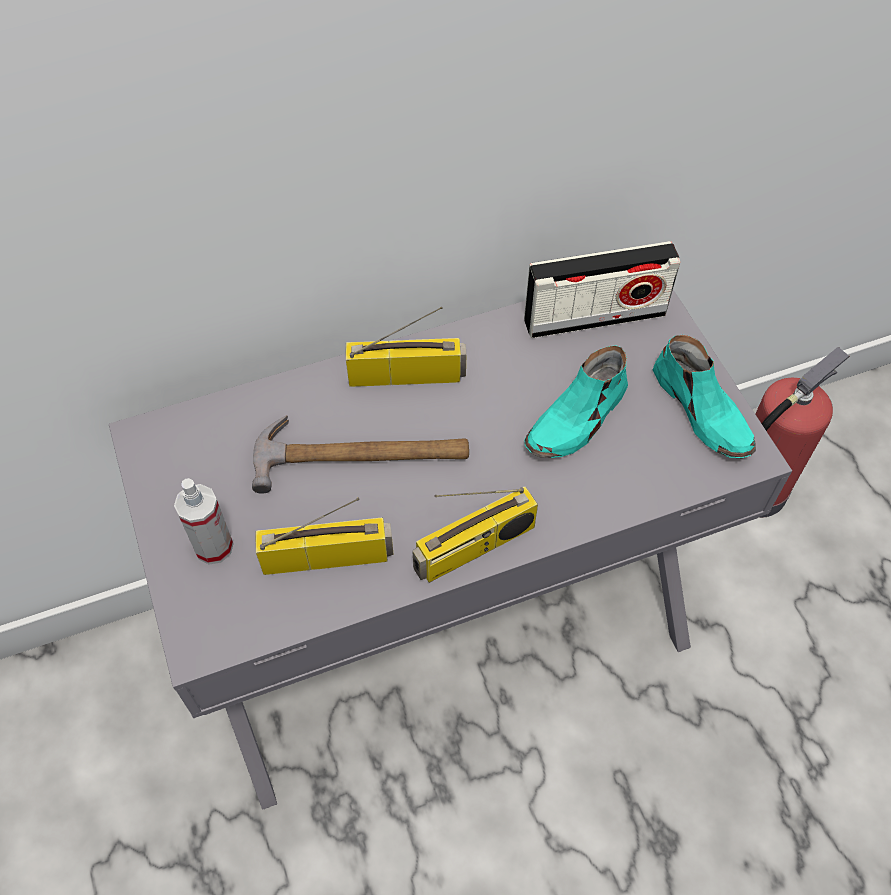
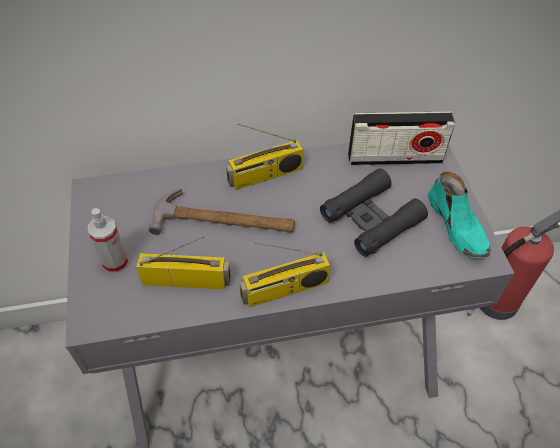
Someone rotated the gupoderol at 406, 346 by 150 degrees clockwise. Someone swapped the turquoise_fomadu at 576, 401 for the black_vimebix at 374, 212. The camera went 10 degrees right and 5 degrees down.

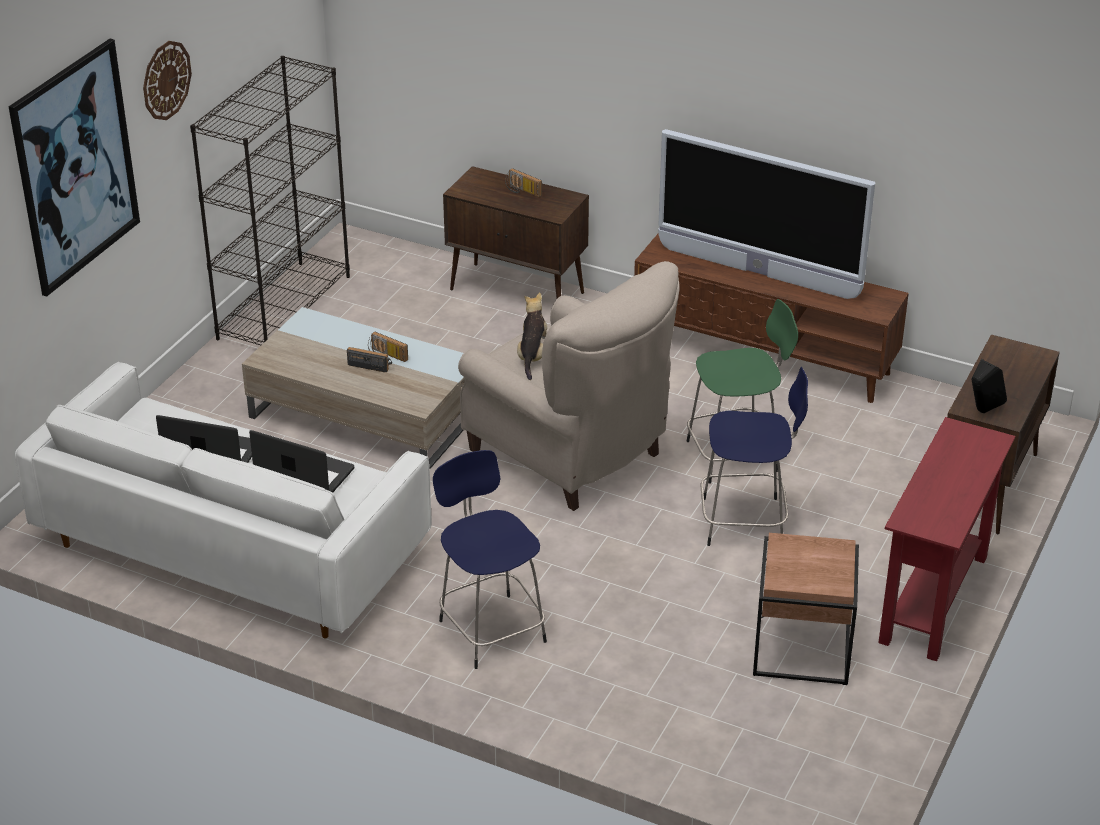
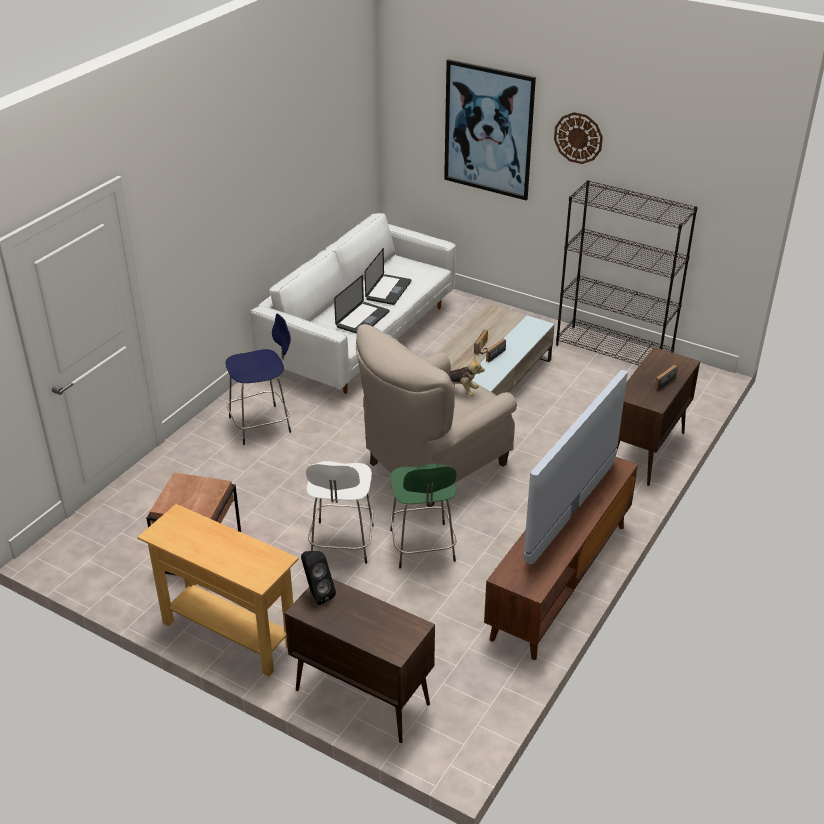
Someone repainted the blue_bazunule at 754, 456, which became the white_bazunule at 340, 512. Someone repainted the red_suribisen at 946, 539, which became the beige_suribisen at 218, 590. The camera went 95 degrees right and 0 degrees up.

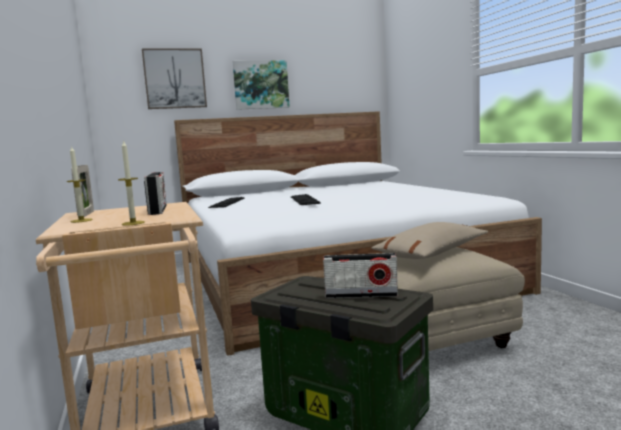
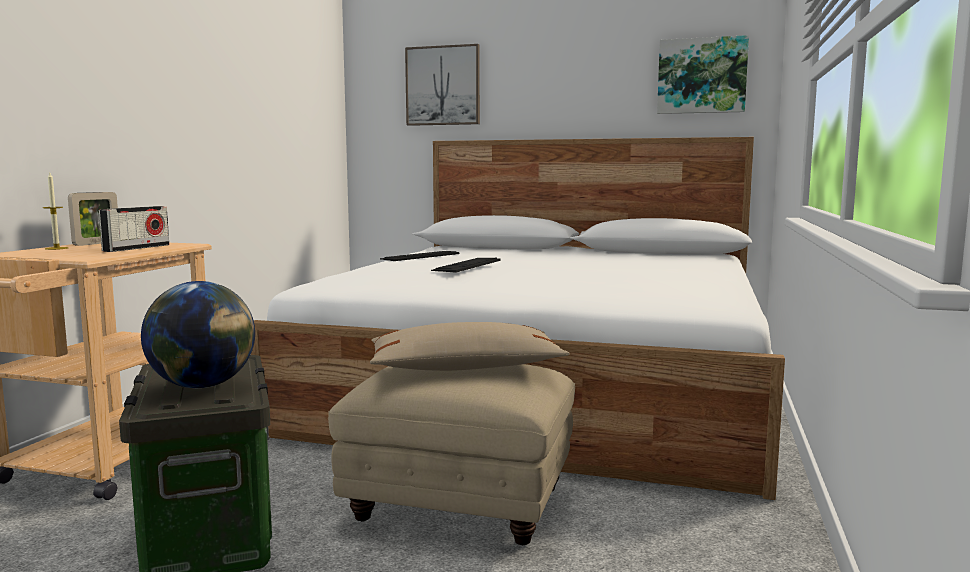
Someone carried the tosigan from 261, 85 to 703, 74. Someone took away the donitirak at 131, 183. Someone swapped the gupoderol at 360, 275 for the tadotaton at 198, 334. The camera went 35 degrees right and 0 degrees up.

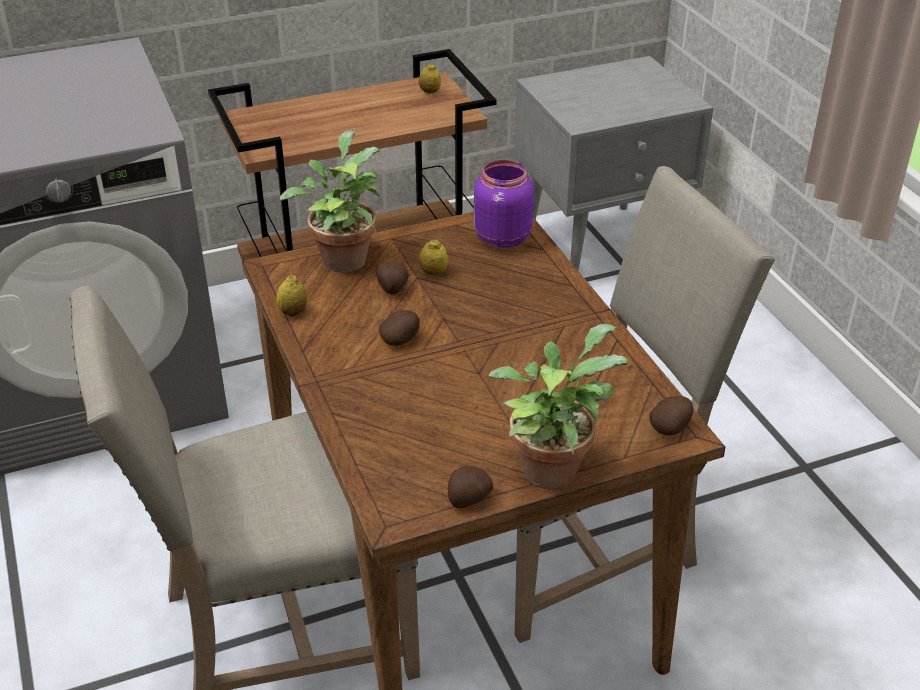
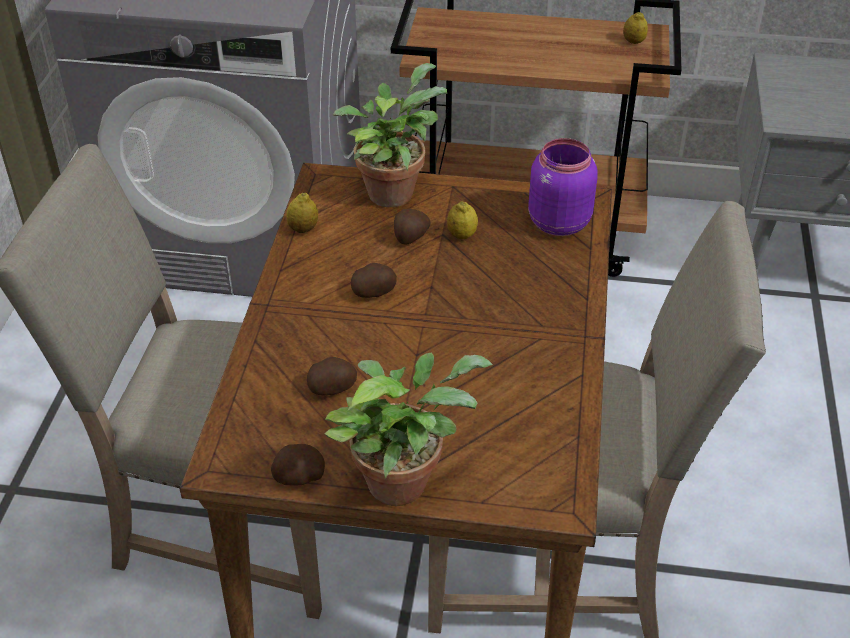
Someone carried the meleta from 671, 415 to 332, 376. The camera went 30 degrees right and 5 degrees up.

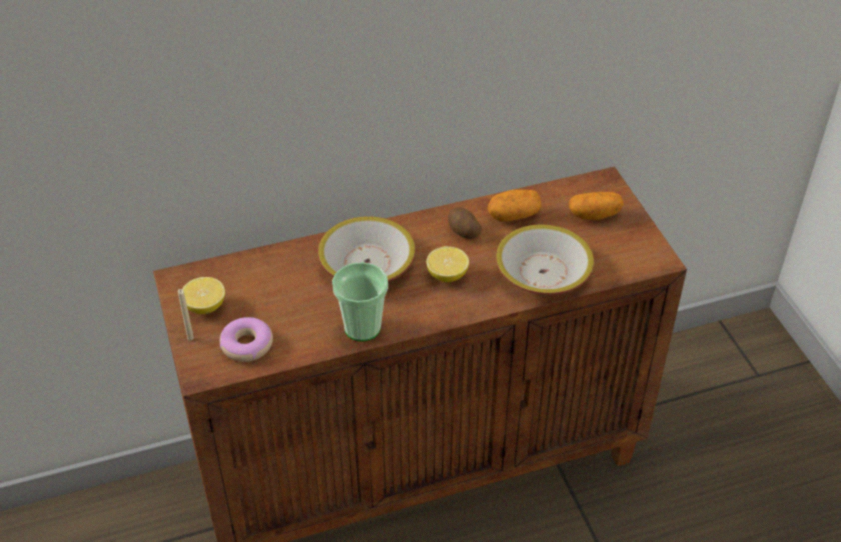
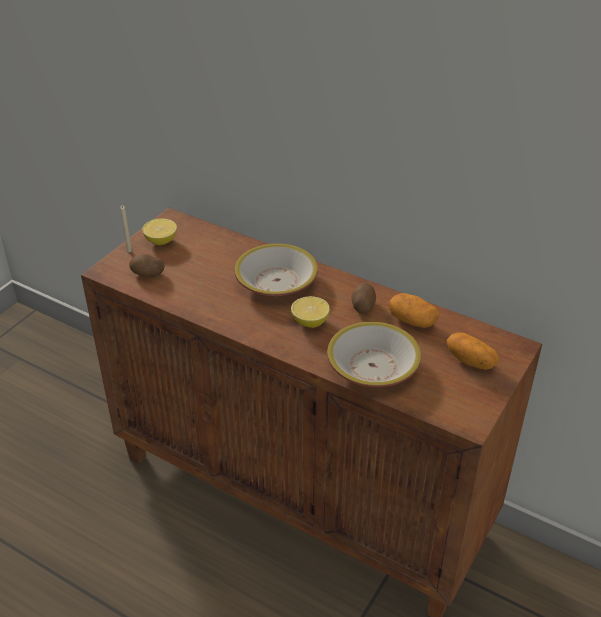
Someone took away the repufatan at 360, 302. Someone swapped the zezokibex at 246, 339 for the meleta at 147, 265. The camera went 50 degrees right and 5 degrees down.

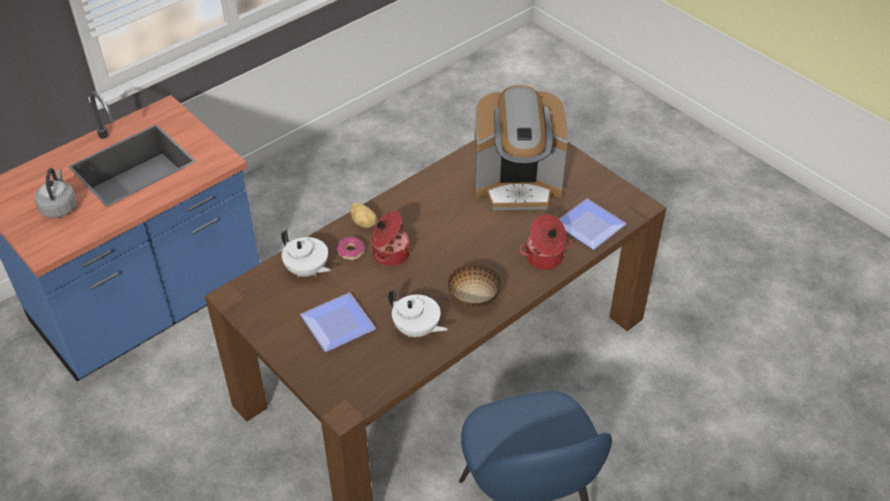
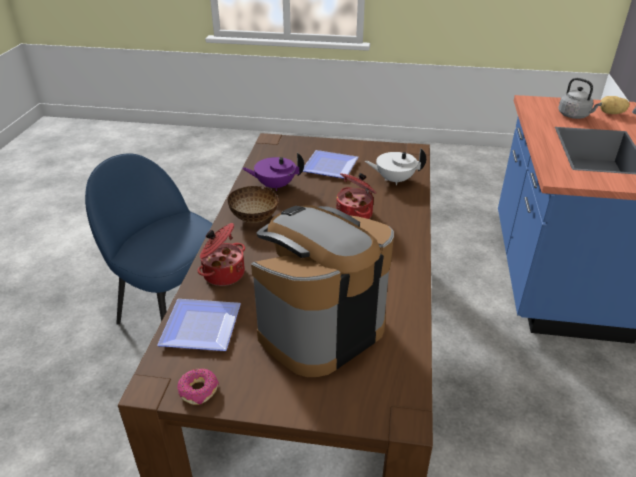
Someone carried the meleta from 364, 215 to 615, 105. Someone carried the zezokibex from 350, 248 to 198, 387. Someone repainted the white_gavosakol at 418, 313, which became the purple_gavosakol at 273, 172. The camera went 140 degrees right and 10 degrees down.

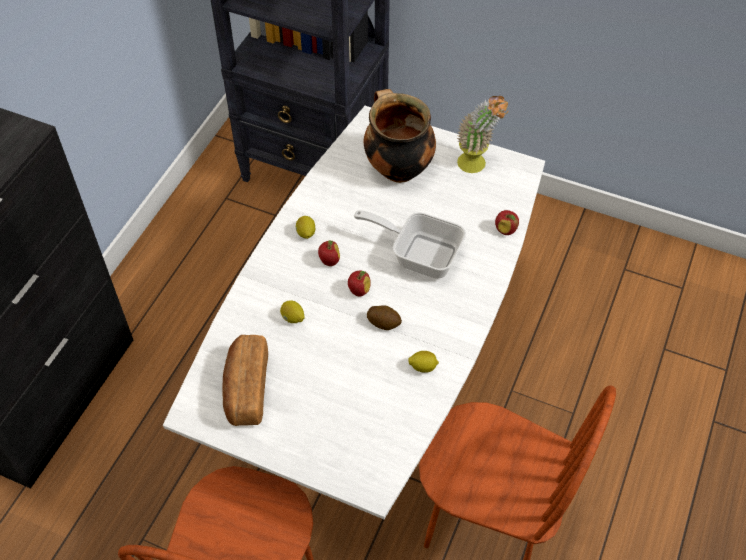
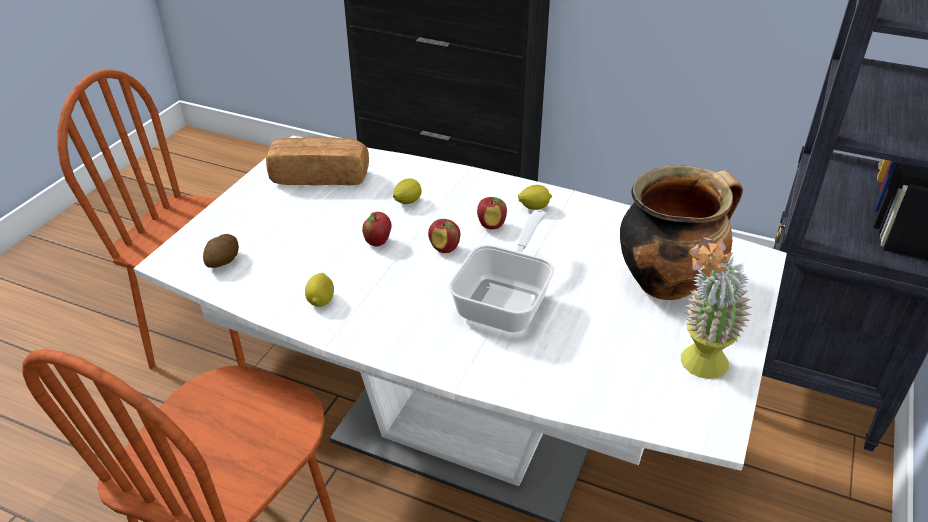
Someone carried the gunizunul from 507, 222 to 377, 229. Someone carried the meleta from 384, 317 to 221, 251. The camera went 90 degrees right and 15 degrees down.

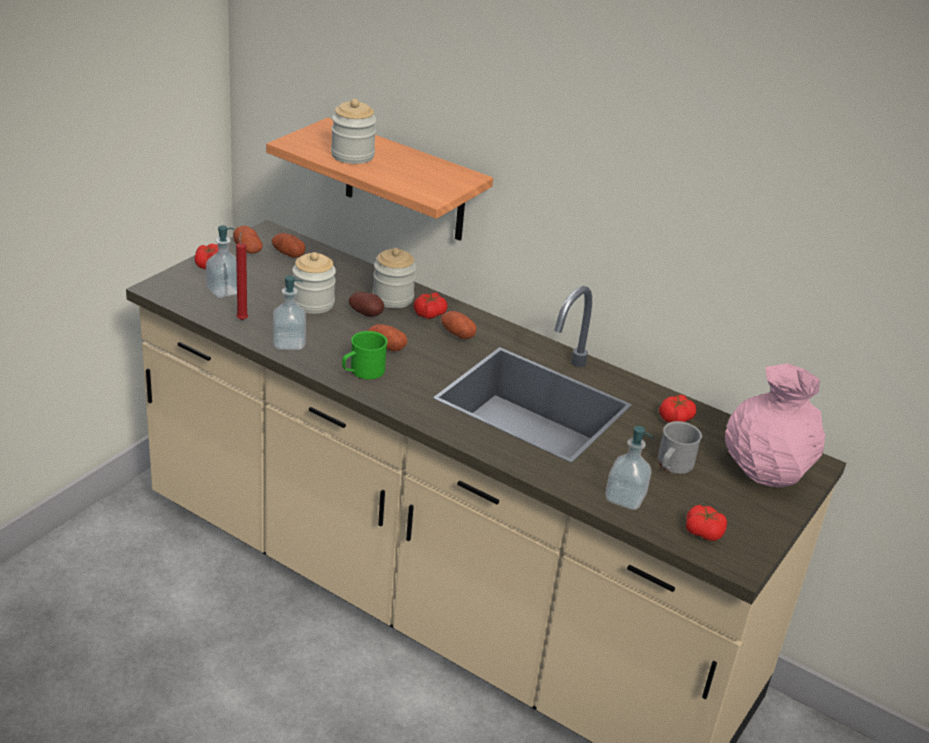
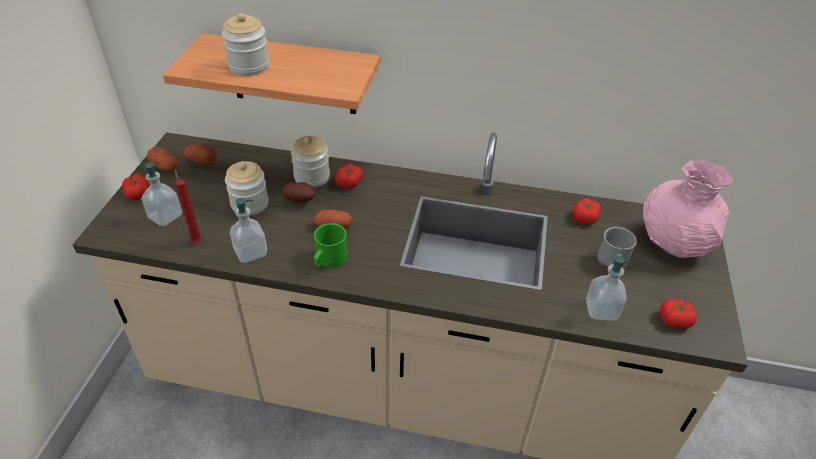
Someone took away the meleta at 459, 325. The camera went 20 degrees left and 10 degrees up.

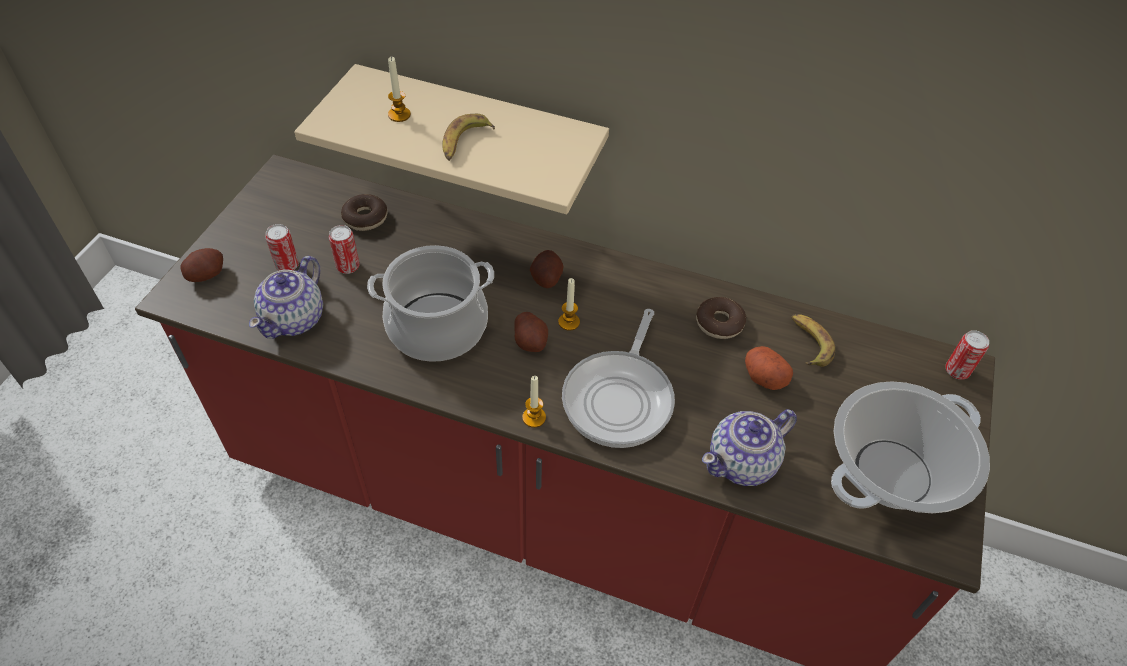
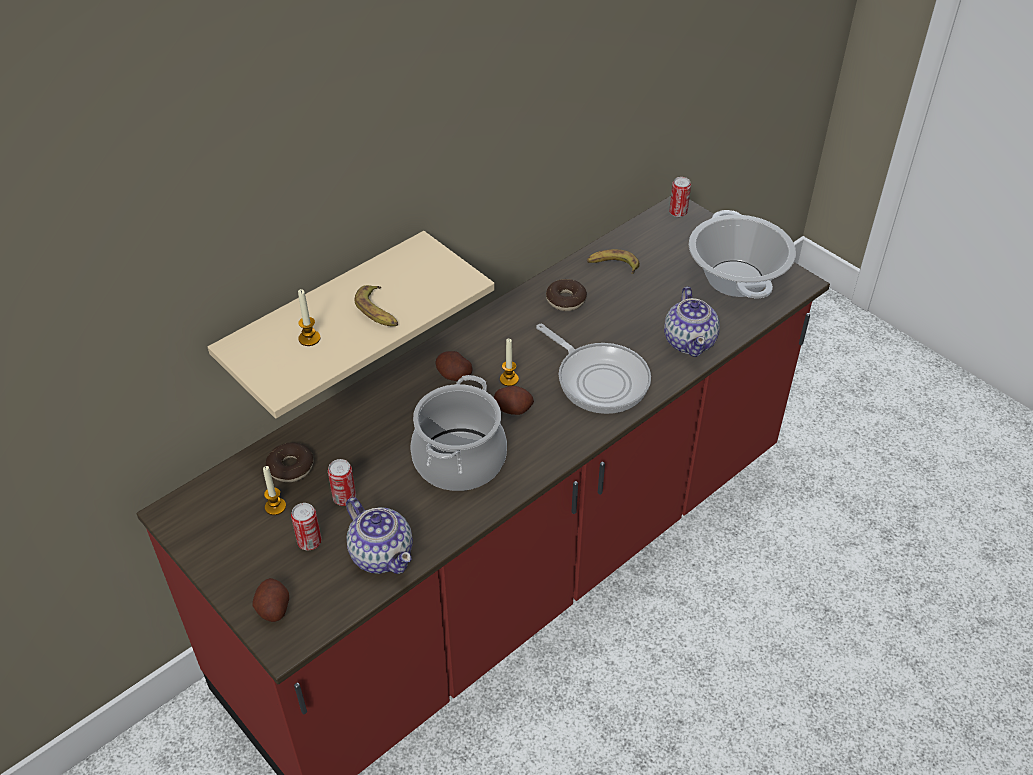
Someone took away the meleta at 769, 368. Someone carried the donitirak from 534, 402 to 274, 490. The camera went 60 degrees left and 5 degrees down.

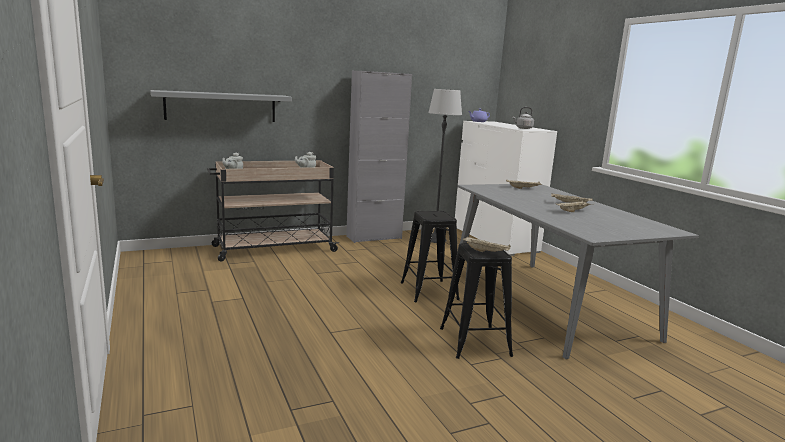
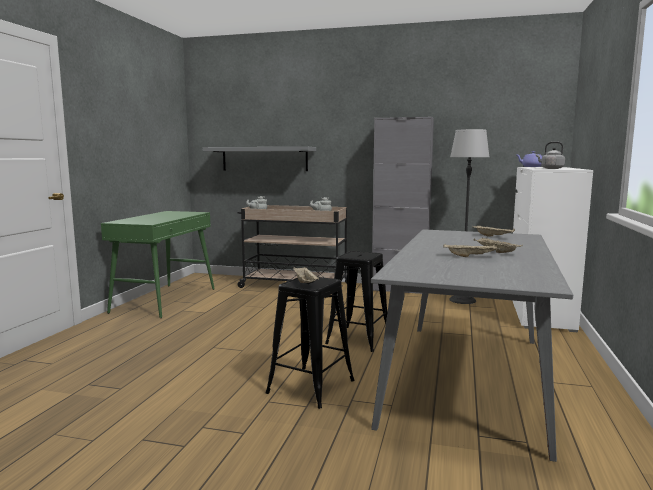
Someone put down the green_suribisen at 158, 264. The camera went 40 degrees right and 5 degrees down.

